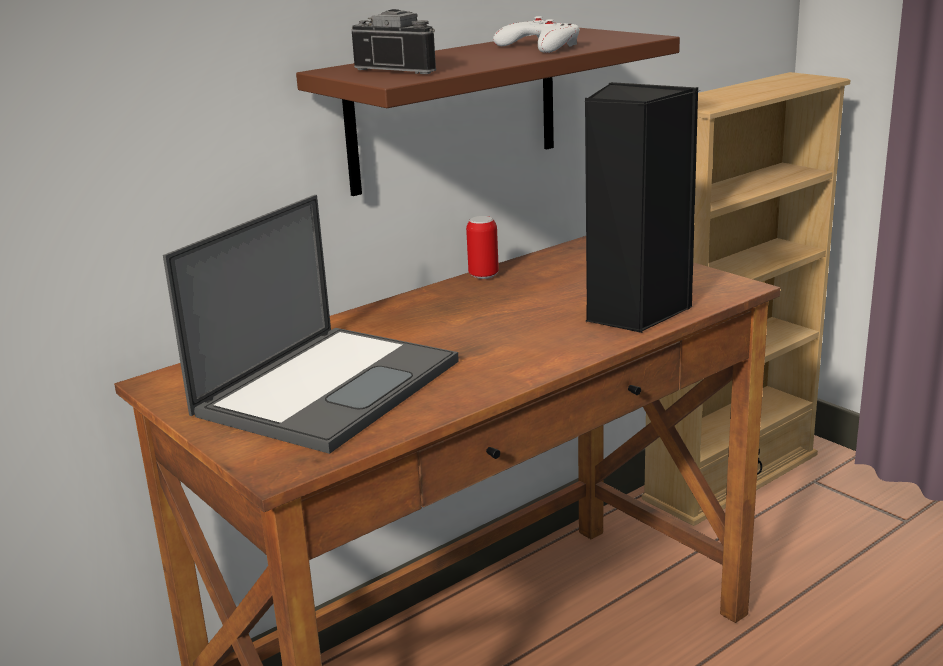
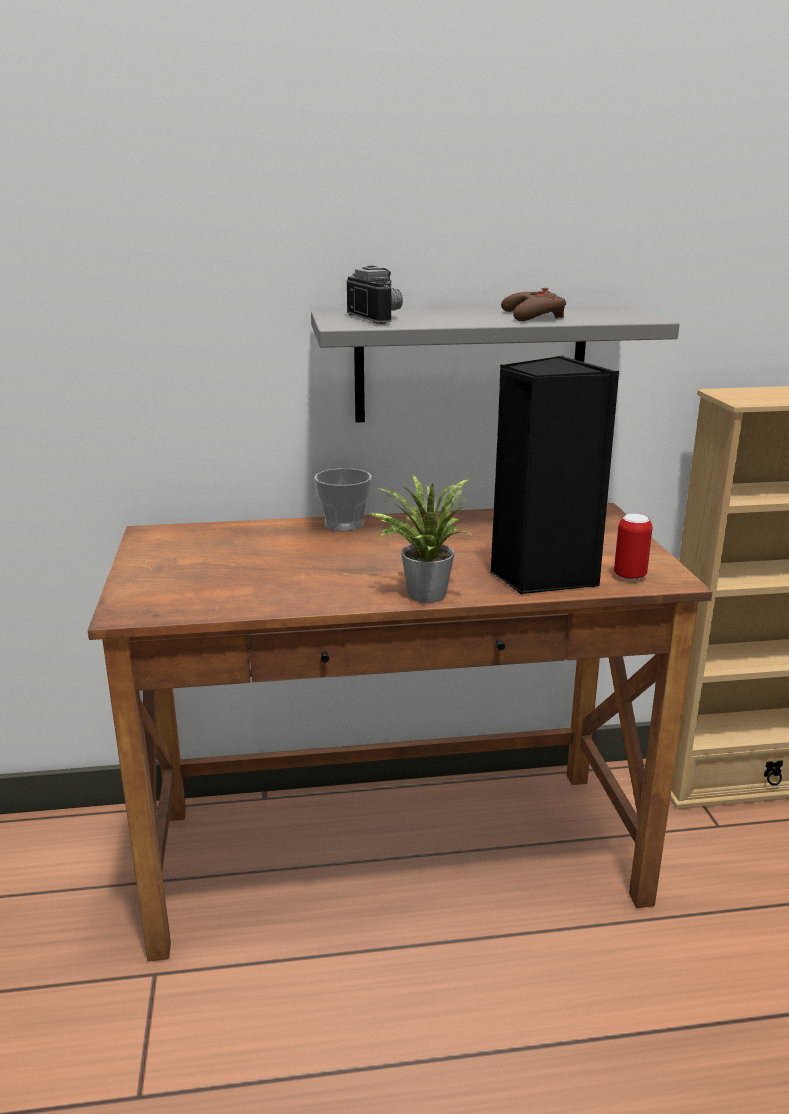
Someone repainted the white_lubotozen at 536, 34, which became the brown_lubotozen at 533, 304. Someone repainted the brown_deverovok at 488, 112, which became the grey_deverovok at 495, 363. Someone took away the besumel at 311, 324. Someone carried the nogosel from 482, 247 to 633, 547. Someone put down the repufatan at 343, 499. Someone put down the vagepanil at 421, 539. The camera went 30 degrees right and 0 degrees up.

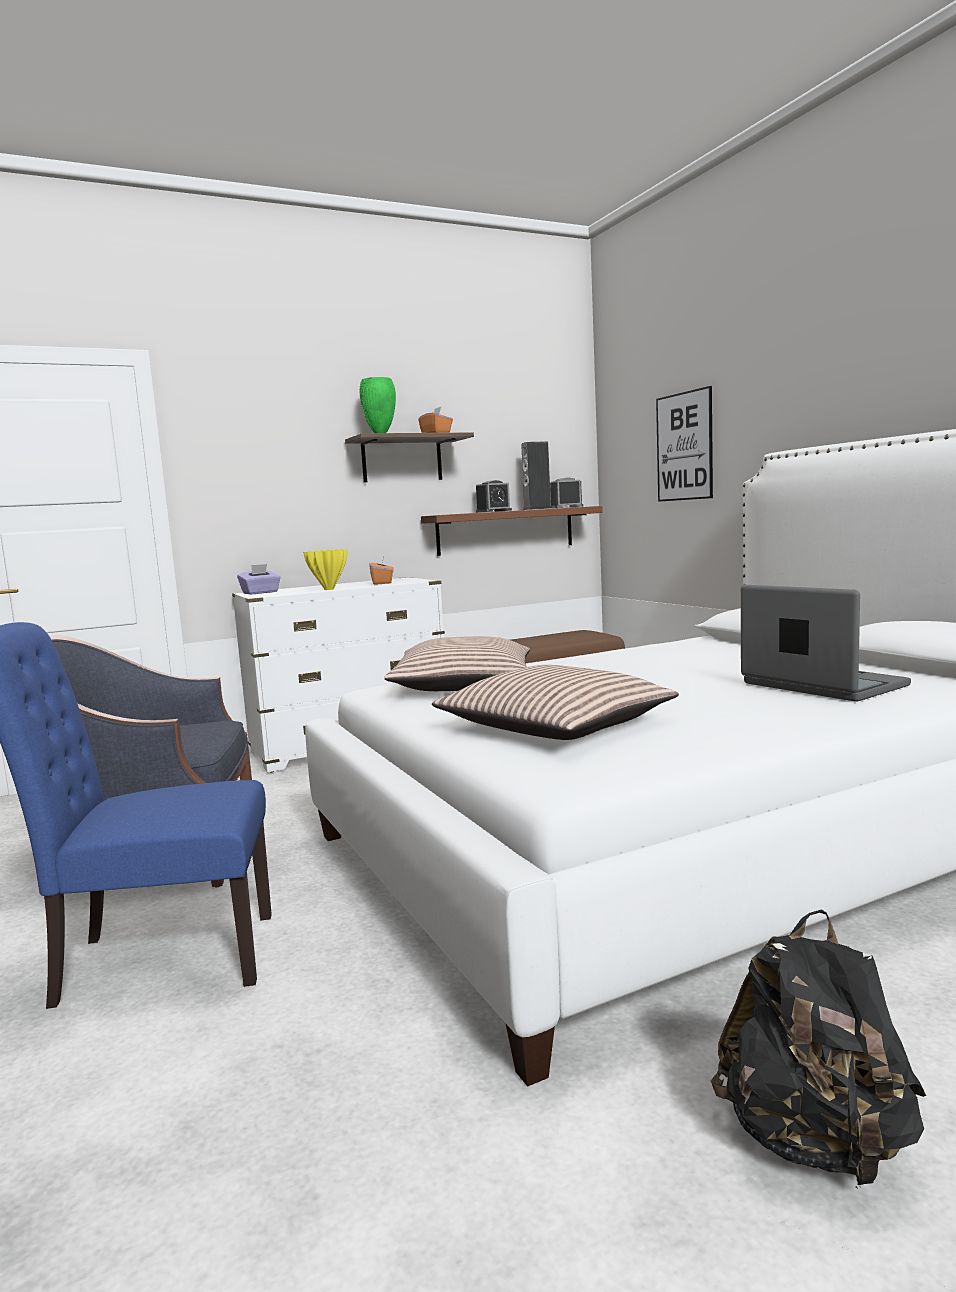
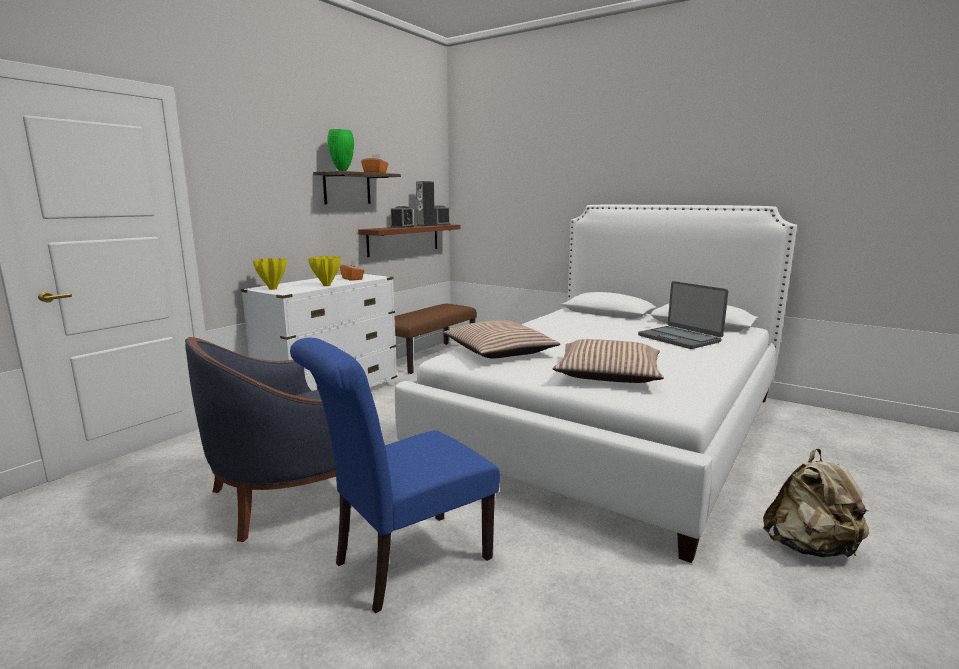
Someone took away the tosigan at 684, 444. Someone swapped the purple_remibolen at 259, 579 for the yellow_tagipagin at 270, 274. Someone rotated the besumel at 826, 643 by 150 degrees counterclockwise. Someone repainted the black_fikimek at 818, 1049, which became the beige_fikimek at 816, 502. The camera went 30 degrees left and 5 degrees up.

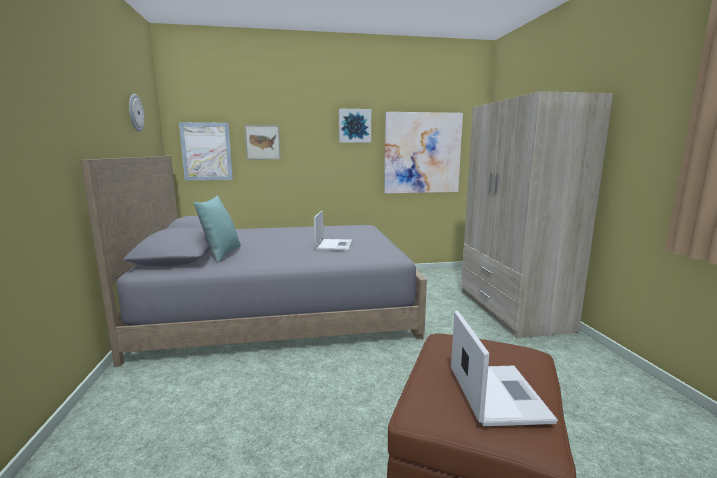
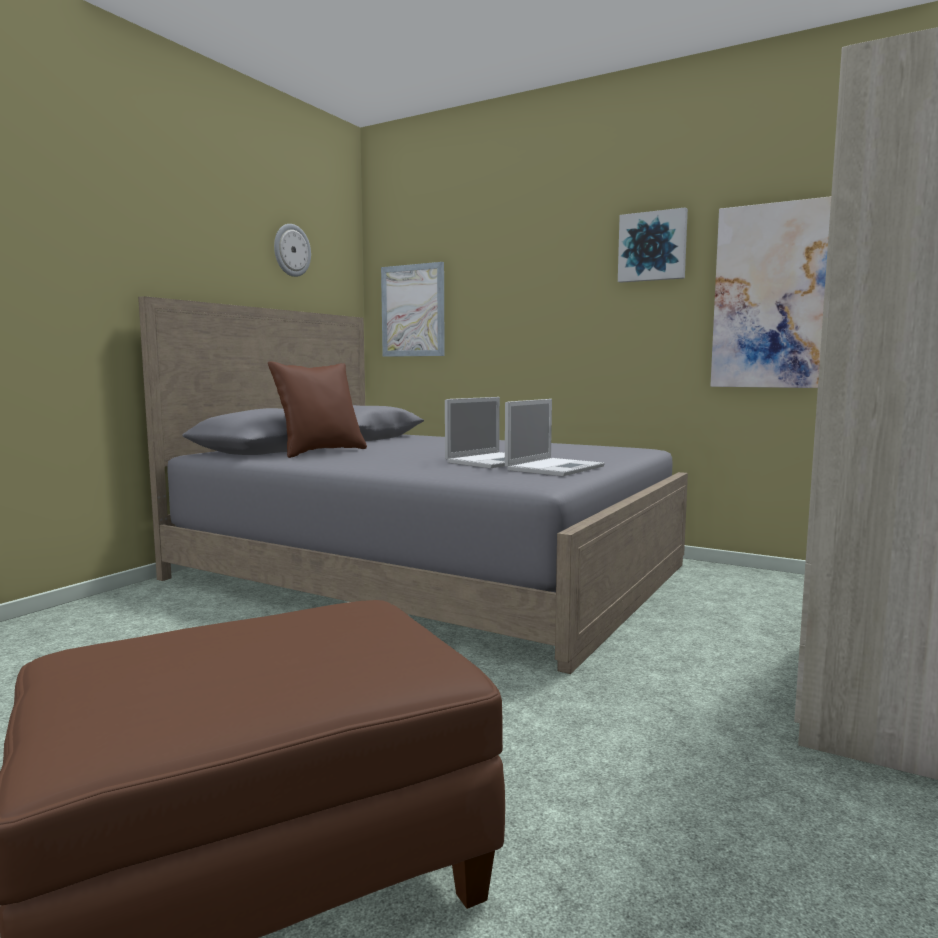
Someone took away the tosigan at 263, 142. Someone repainted the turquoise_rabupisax at 217, 229, which became the brown_rabupisax at 317, 409. Someone carried the besumel from 504, 368 to 555, 437. The camera went 40 degrees right and 5 degrees down.

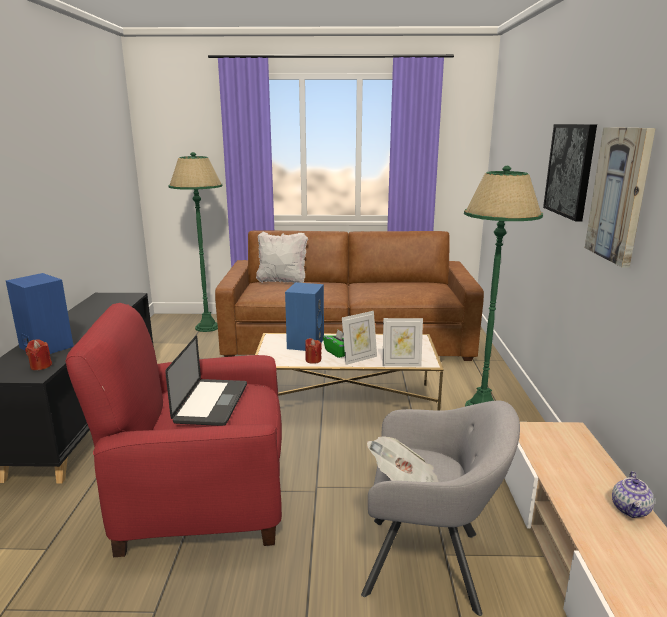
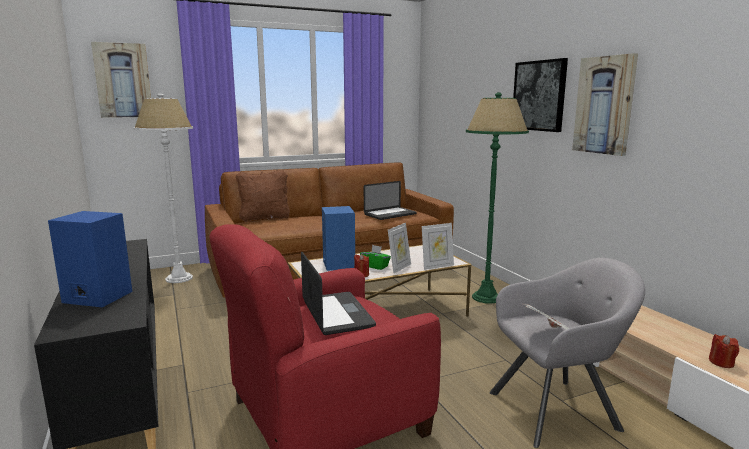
Someone repainted the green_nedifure at 195, 242, which became the white_nedifure at 163, 188. Someone repainted the white_rabupisax at 282, 257, which became the brown_rabupisax at 263, 196. Someone carried the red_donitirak from 38, 354 to 724, 351. Someone took away the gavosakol at 633, 494. Someone put up the tosigan at 121, 80. Someone put down the besumel at 390, 200. The camera went 25 degrees left and 5 degrees down.

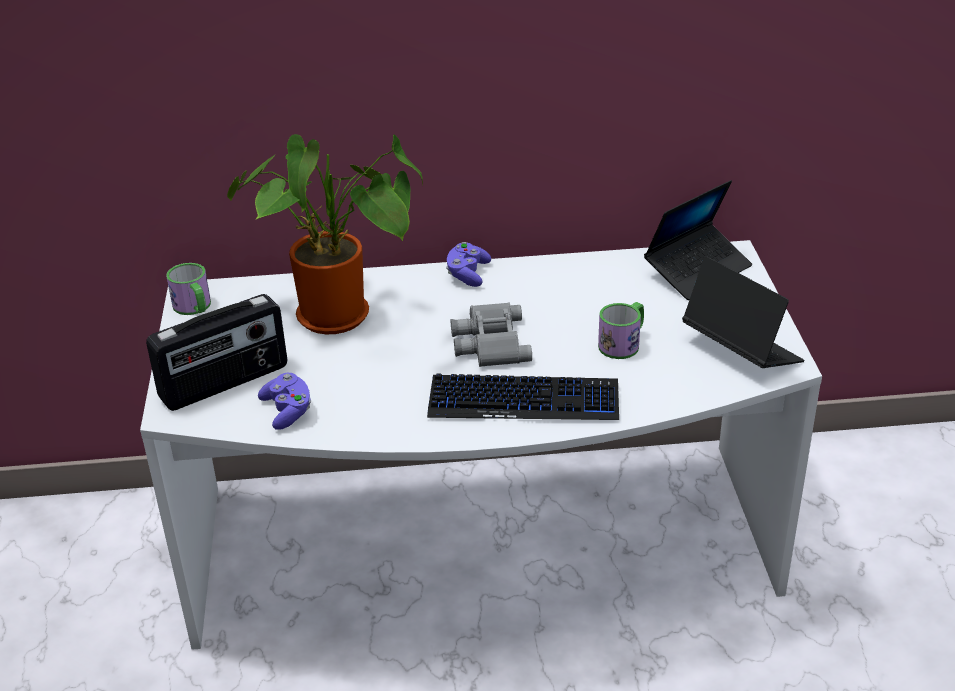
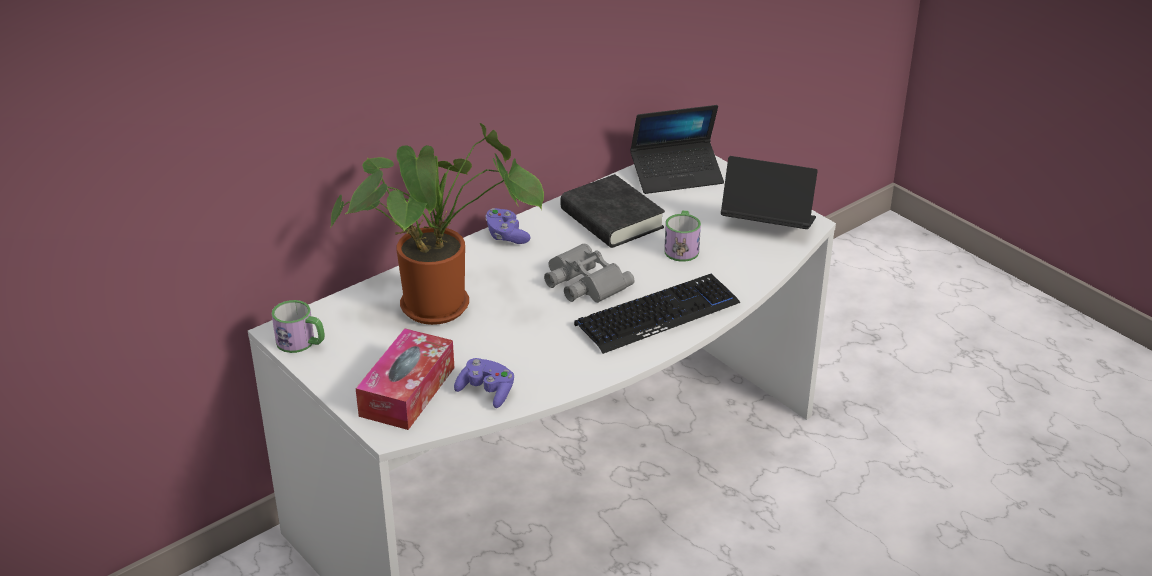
Someone rotated the besumel at 698, 240 by 60 degrees clockwise. Someone swapped the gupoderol at 216, 352 for the remibolen at 405, 379. Someone put down the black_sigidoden at 613, 211. The camera went 35 degrees left and 0 degrees up.

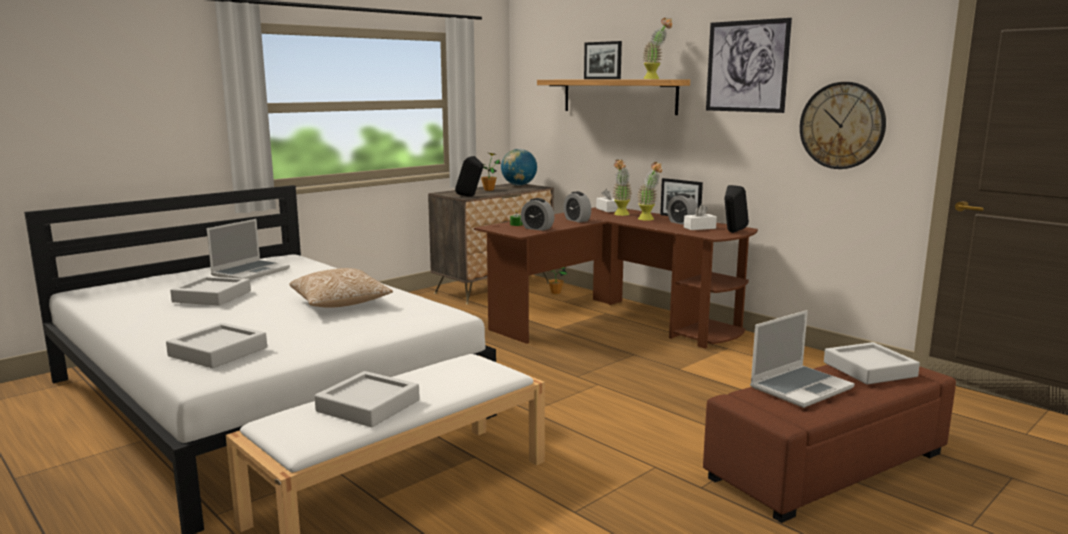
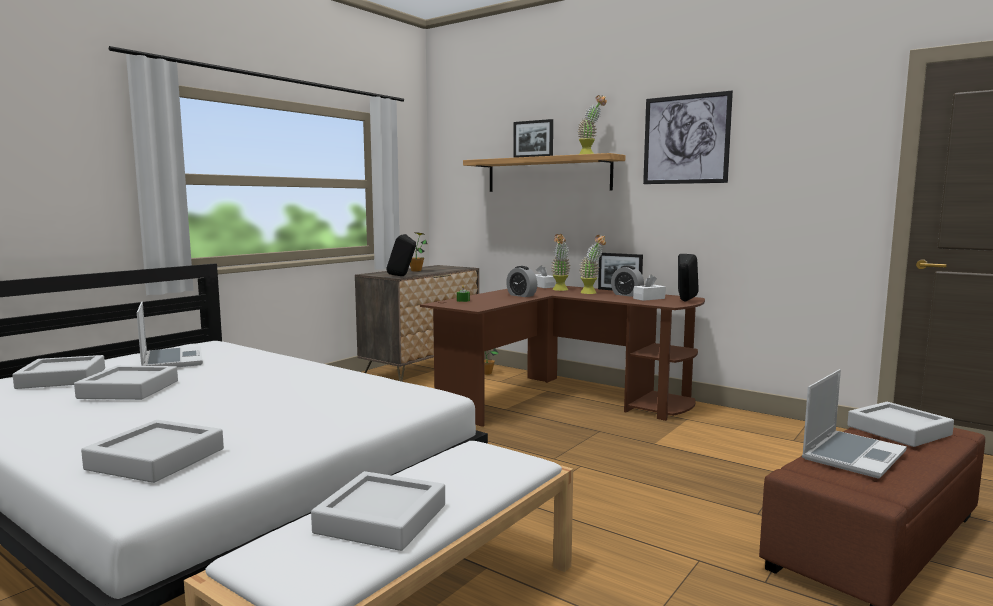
Someone took away the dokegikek at 843, 125. Someone took away the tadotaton at 519, 167. Someone took away the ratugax at 538, 214. Someone rotated the besumel at 248, 249 by 45 degrees counterclockwise. Someone took away the rabupisax at 341, 288. Someone put down the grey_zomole at 59, 372. The camera went 10 degrees left and 5 degrees down.

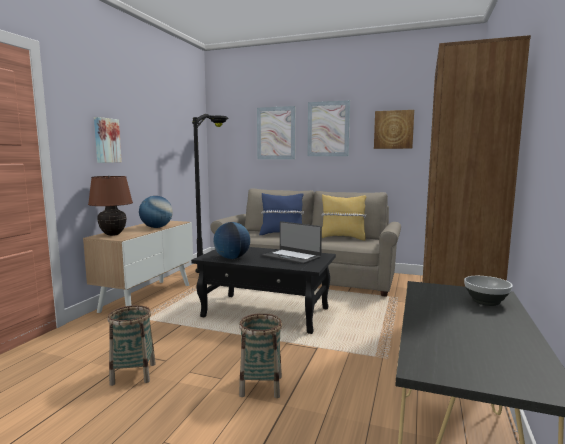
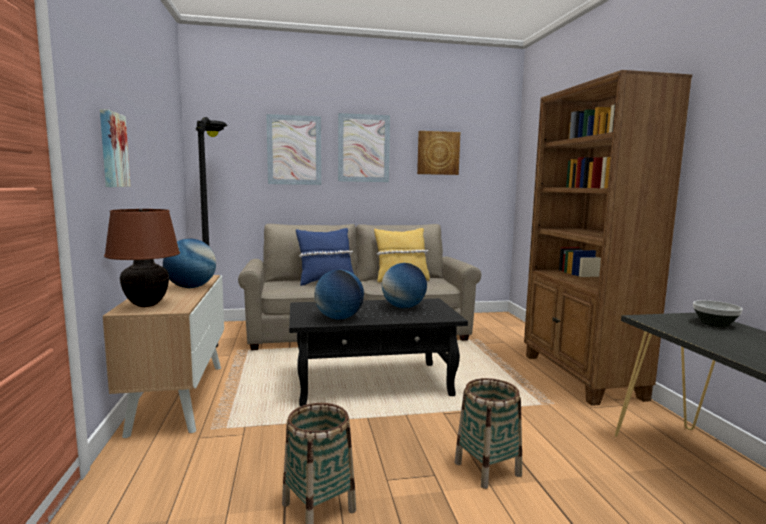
Someone swapped the besumel at 292, 242 for the tadotaton at 404, 285. The camera went 30 degrees left and 0 degrees up.

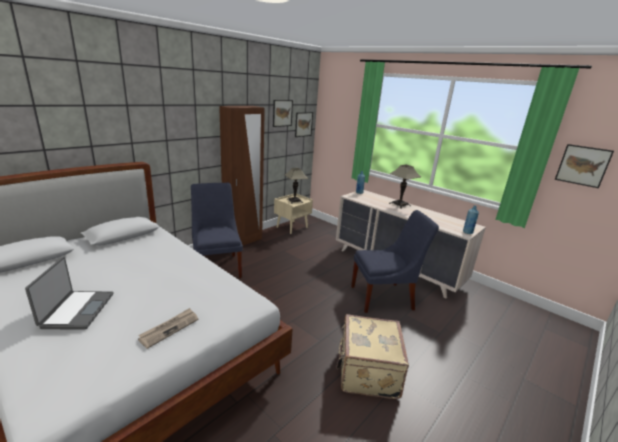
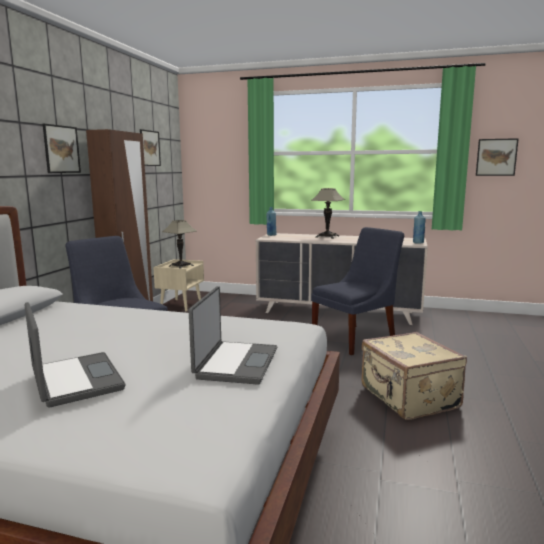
Someone carried the tosigan from 304, 124 to 62, 148. Someone swapped the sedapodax at 168, 328 for the besumel at 233, 335. The camera went 25 degrees left and 10 degrees down.

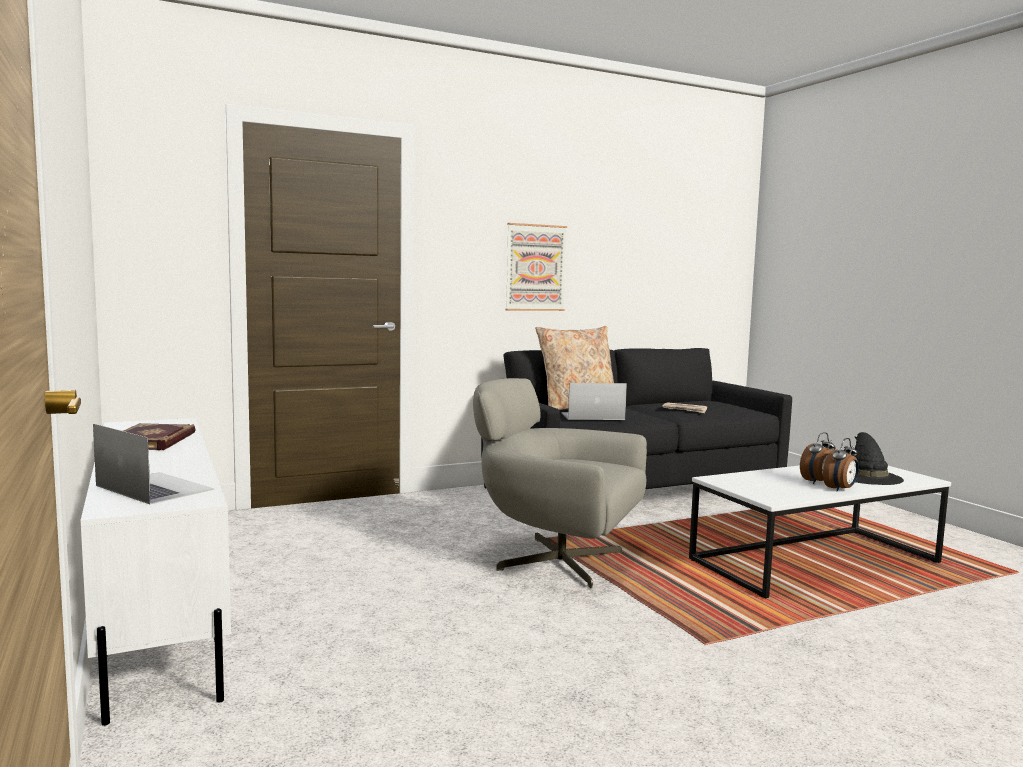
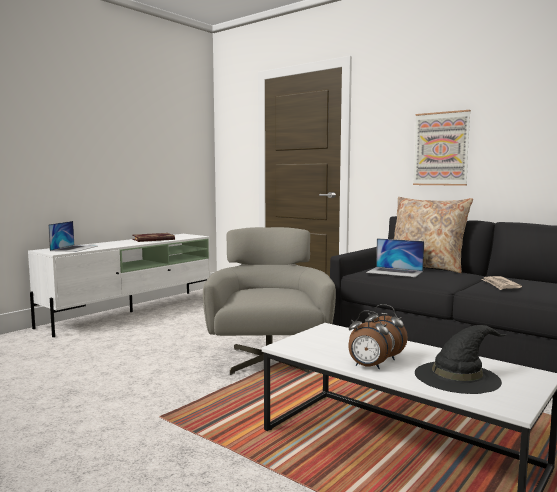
Someone rotated the besumel at 594, 401 by 150 degrees clockwise. The camera went 65 degrees right and 0 degrees up.

